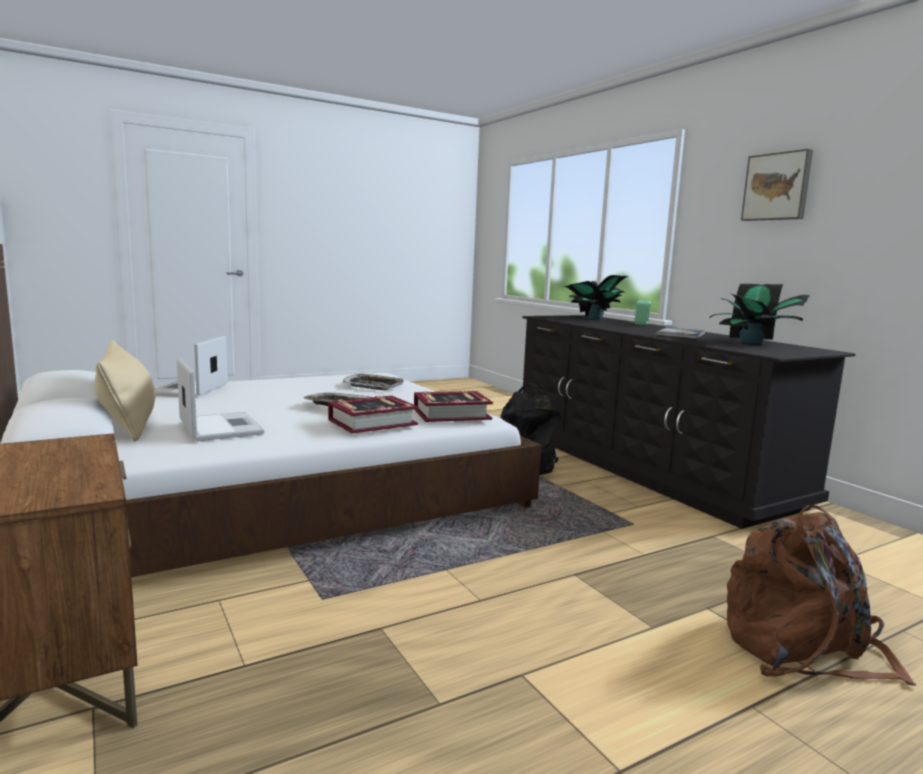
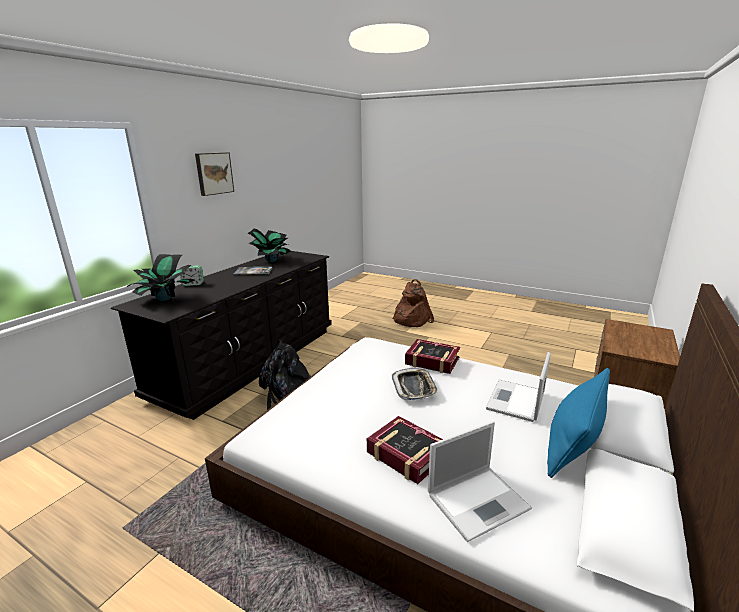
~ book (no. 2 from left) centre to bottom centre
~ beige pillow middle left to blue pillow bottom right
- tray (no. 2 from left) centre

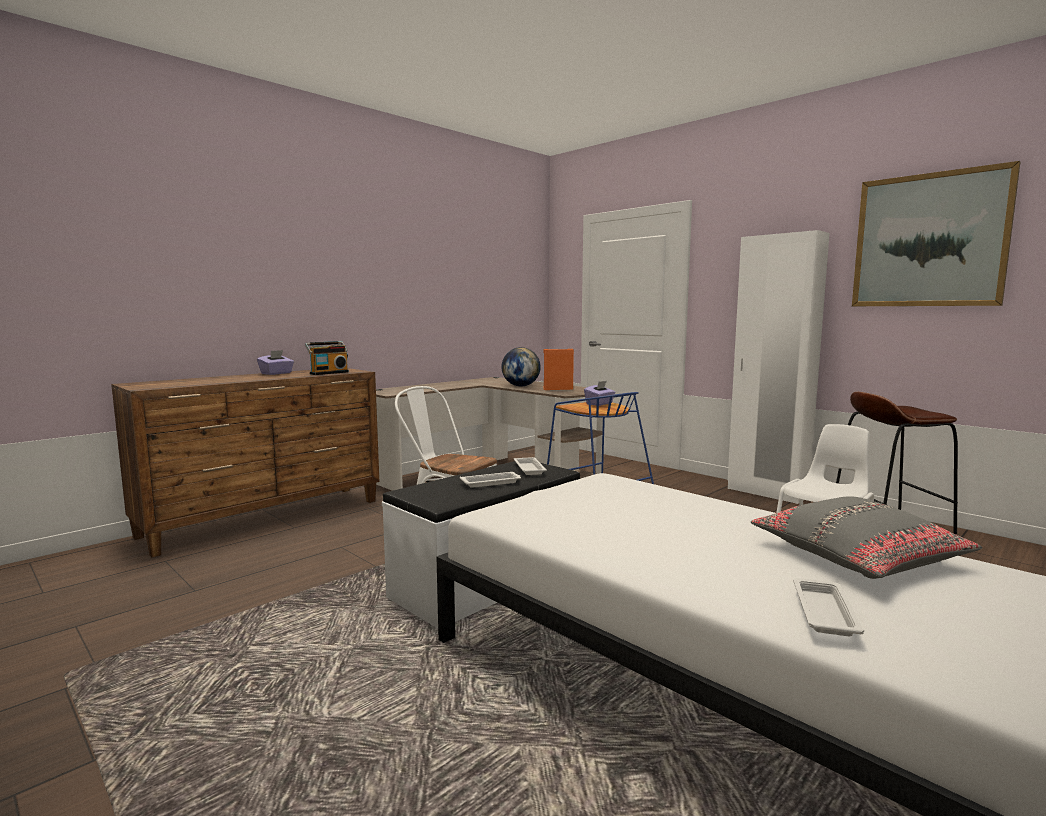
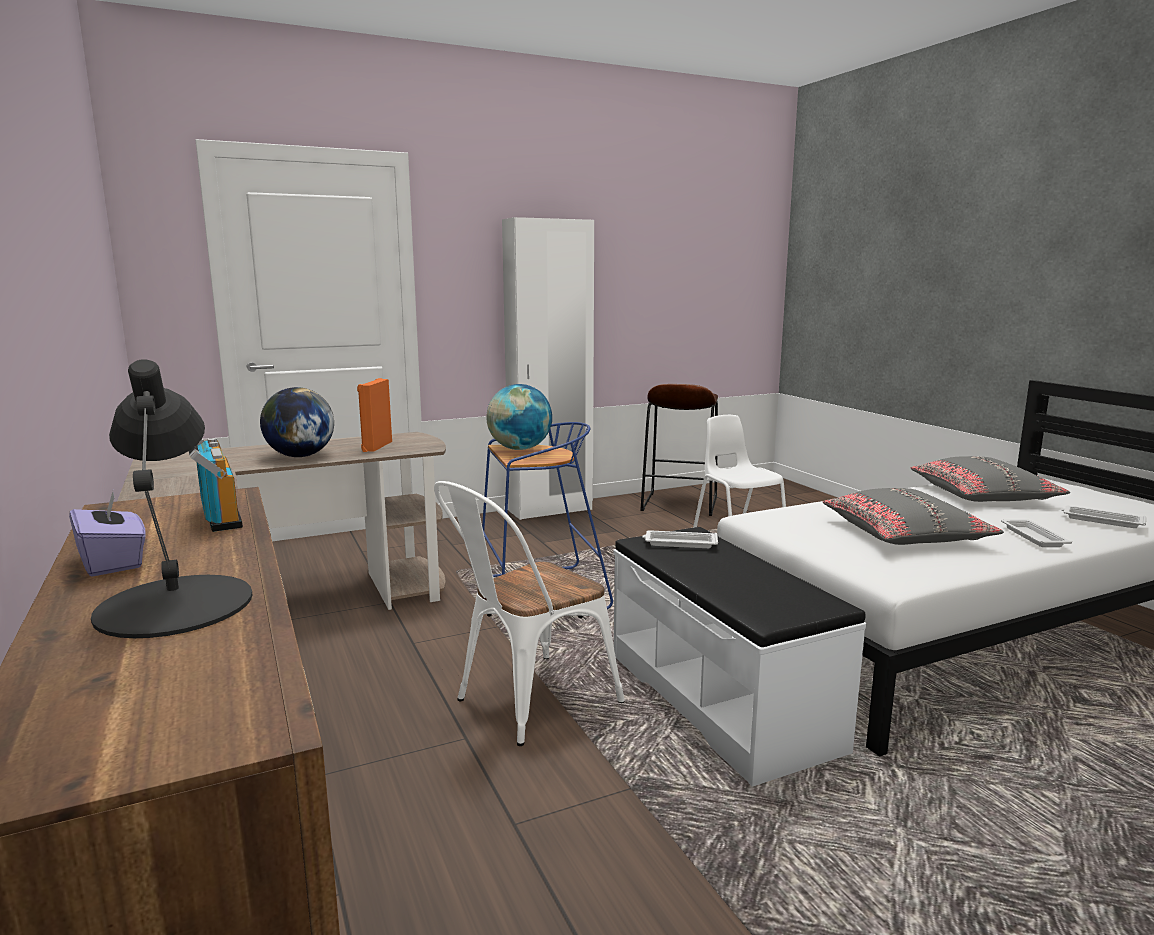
+ black table lamp middle left
~ purple tissue box (no. 2 from left) centre to globe (no. 2 from left) centre
+ grey pillow (no. 1 from left) middle right
~ white tray (no. 1 from left in the first image) centre to white tray (no. 2 from left) middle right
- picture top right

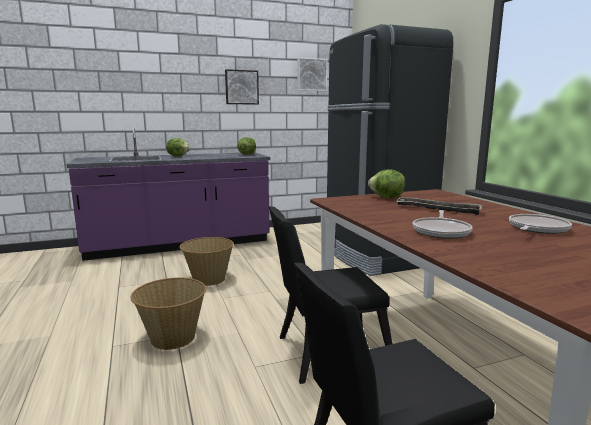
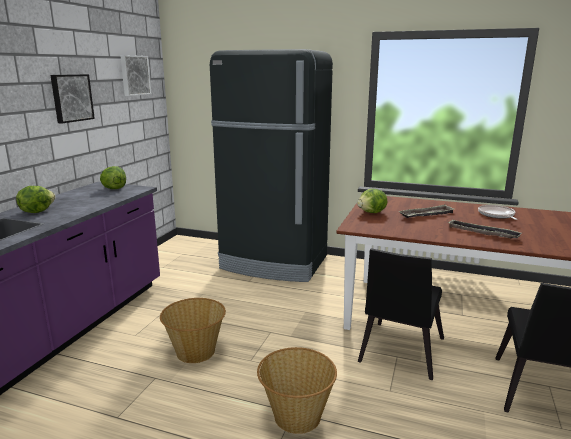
~ frying pan (no. 1 from left) middle right to tray (no. 2 from left) middle right

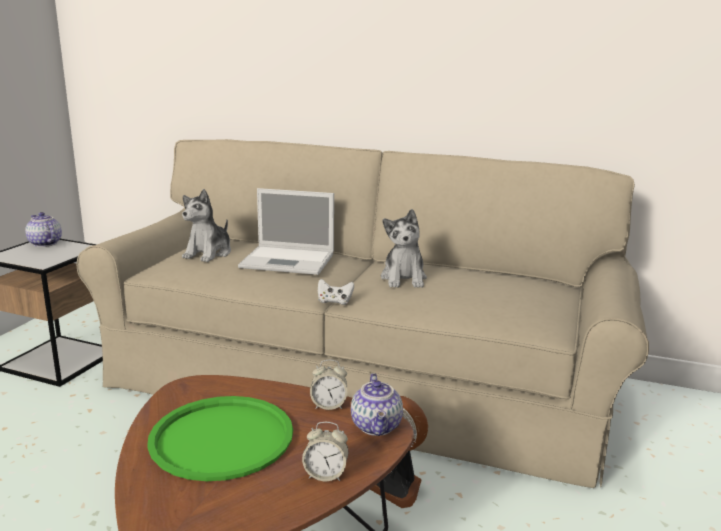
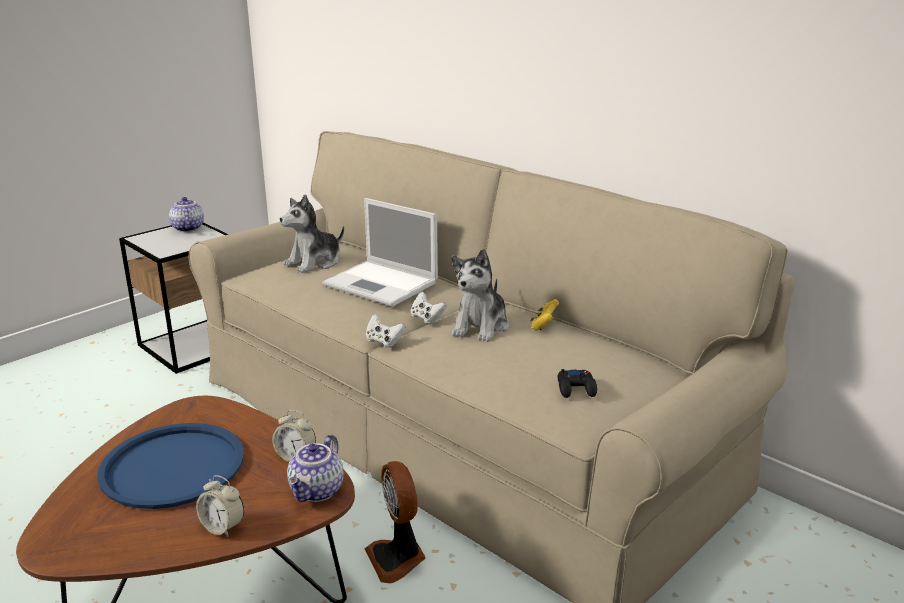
~ green tray bottom left to blue tray bottom left
+ white game controller (no. 2 from left) centre
+ yellow game controller centre
+ black game controller centre

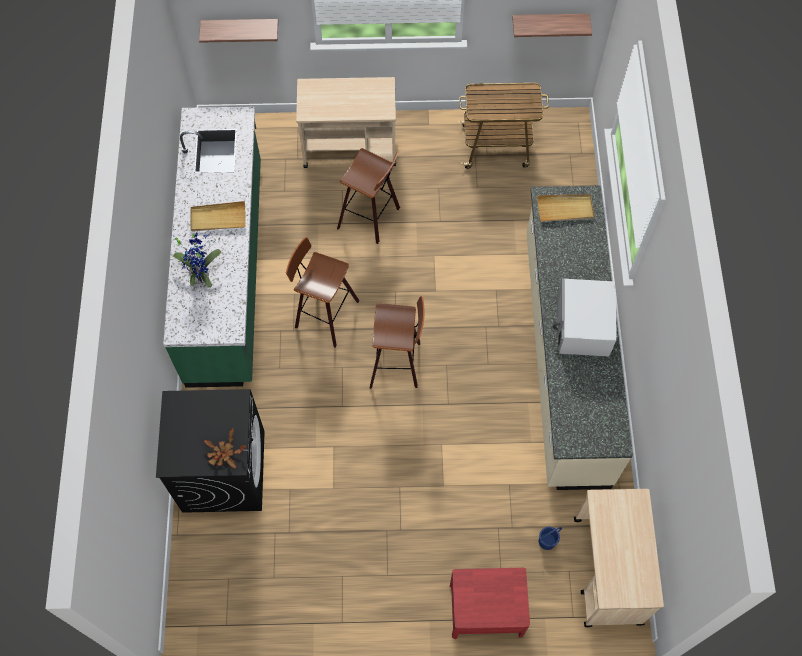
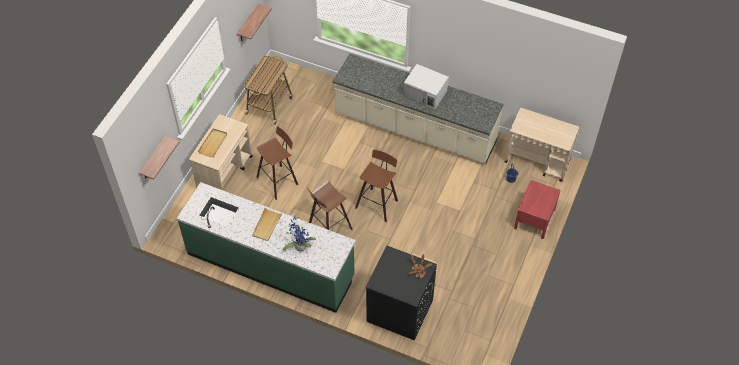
~ beige tray (no. 2 from left in the first image) top right to beige tray (no. 1 from left) middle left

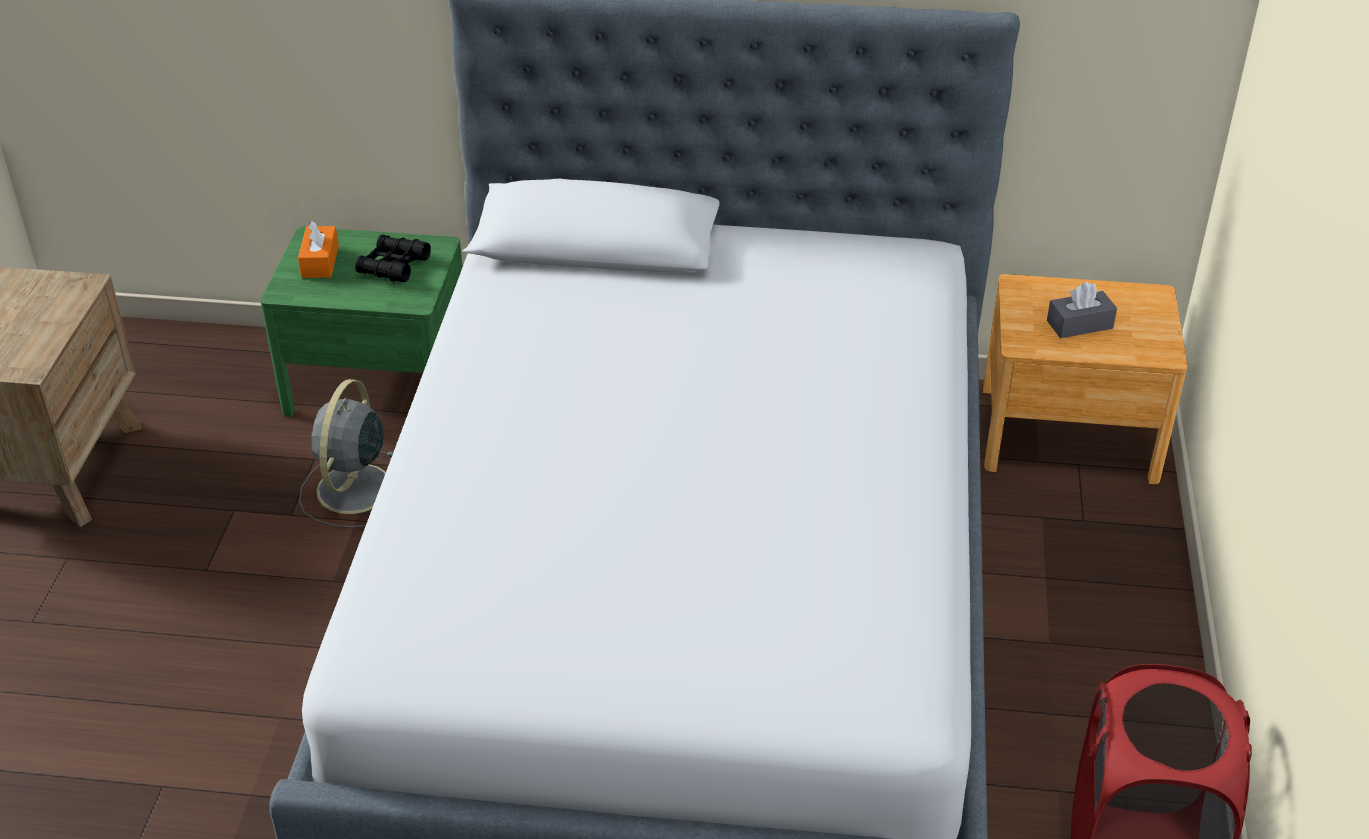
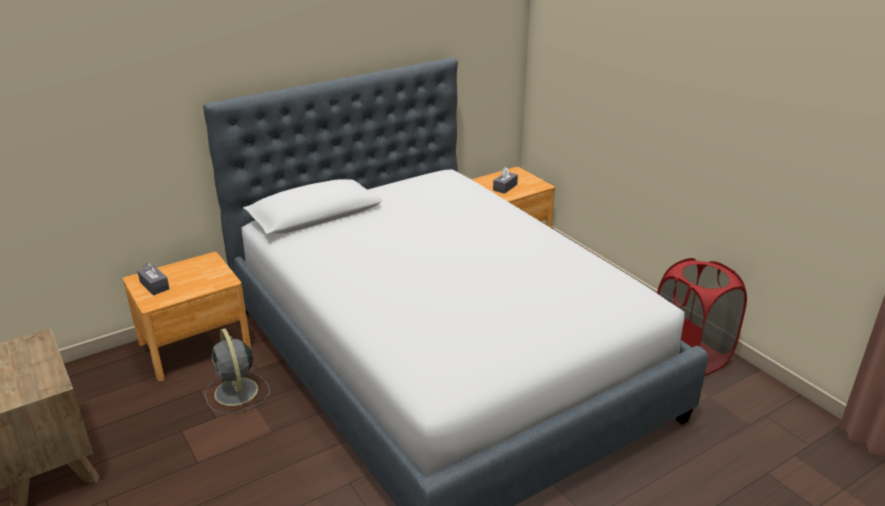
~ green nightstand middle left to brown nightstand (no. 2 from left) middle left
~ orange tissue box top left to grey tissue box (no. 1 from left) middle left
- black binoculars top left

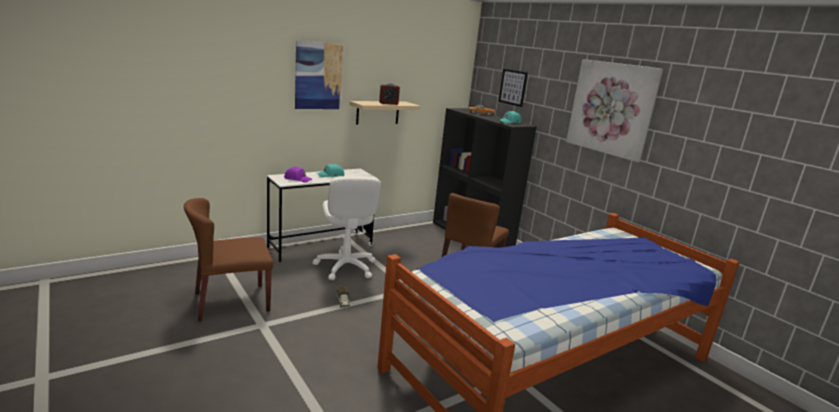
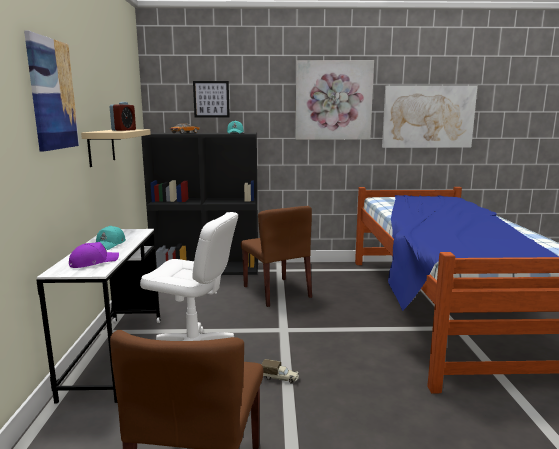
+ picture (no. 4 from left) top right

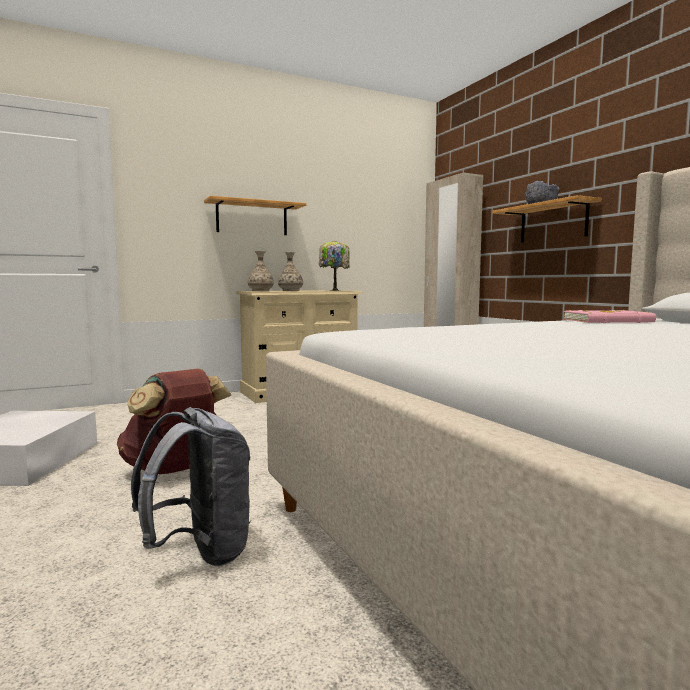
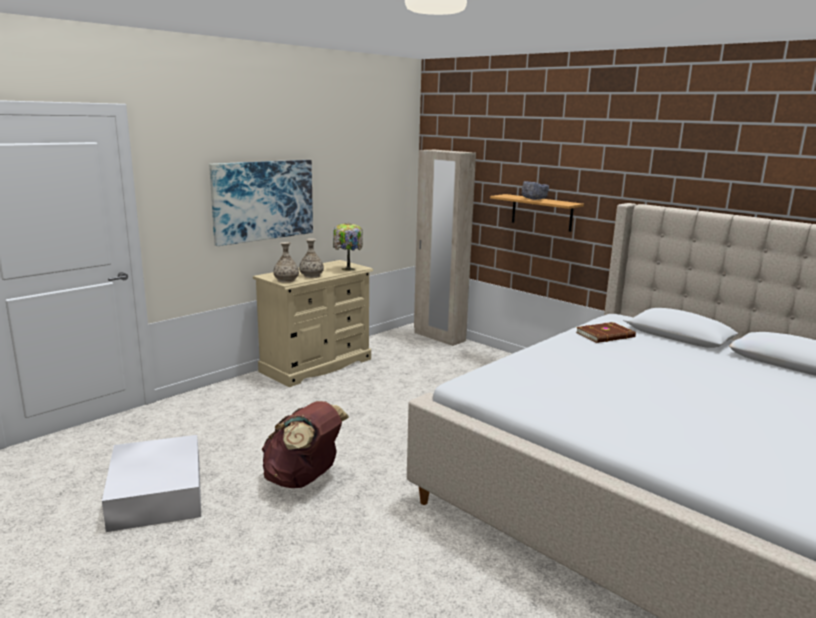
~ shelf (no. 1 from left) top centre to picture top left
~ pink book middle right to brown book middle right
- grey backpack bottom left

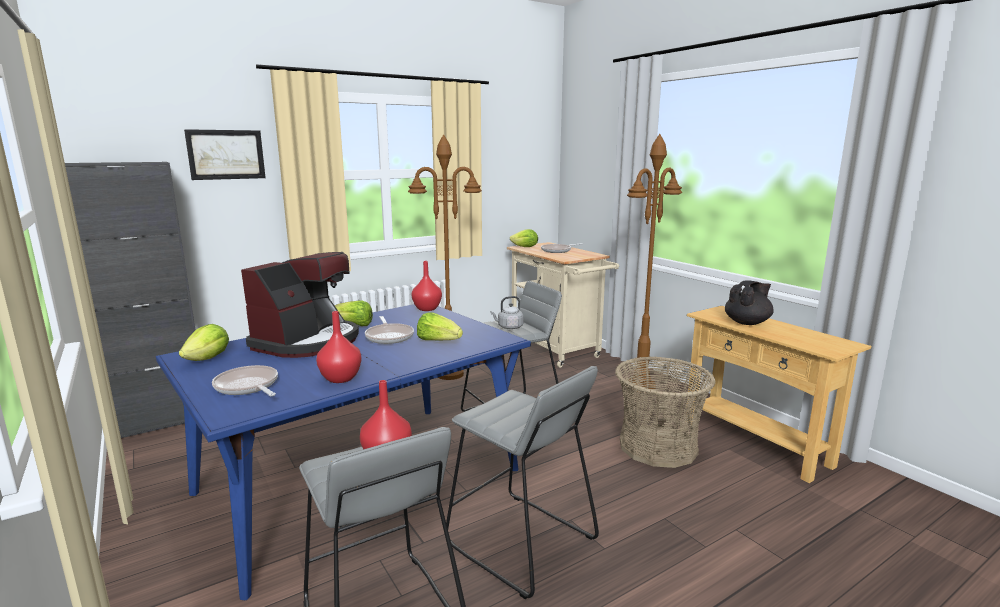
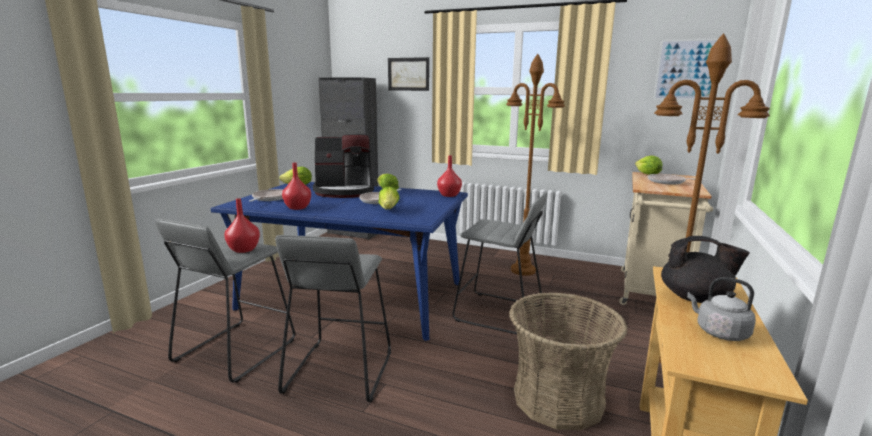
+ picture (no. 2 from left) top right
~ grey kettle centre to bottom right

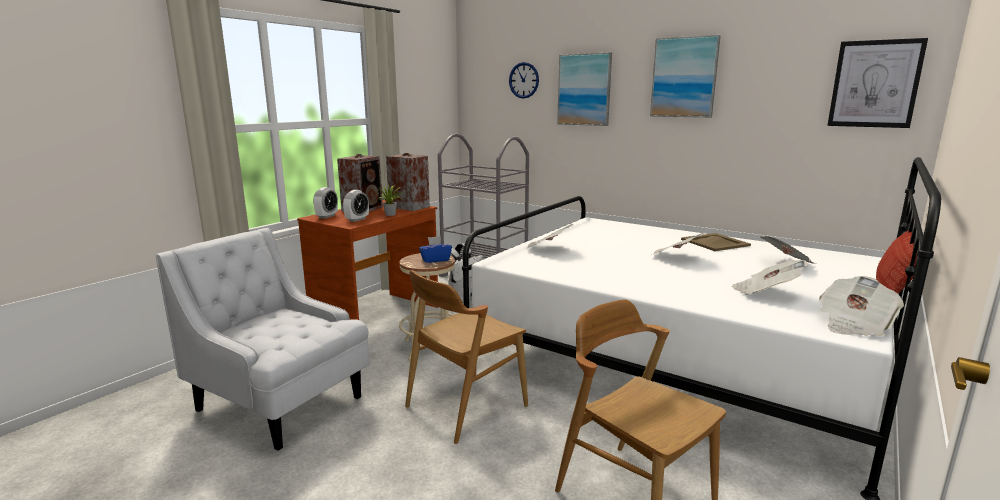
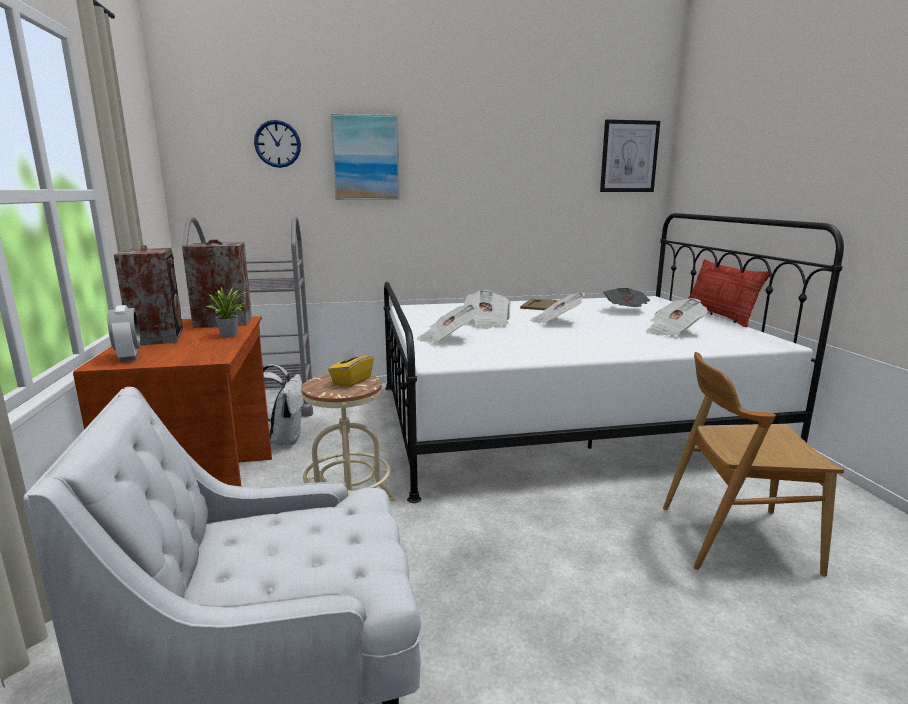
~ blue tissue box centre to yellow tissue box centre
~ newspaper (no. 5 from left in the first image) middle right to newspaper (no. 2 from left) centre
- alarm clock (no. 2 from left) centre
- brown chair (no. 1 from left) bottom centre
- picture (no. 2 from left) top right

